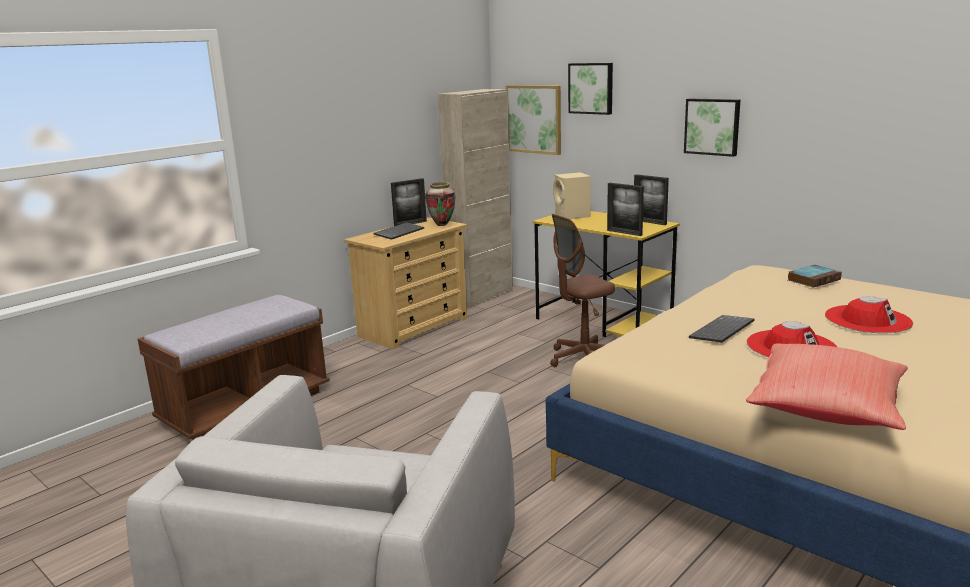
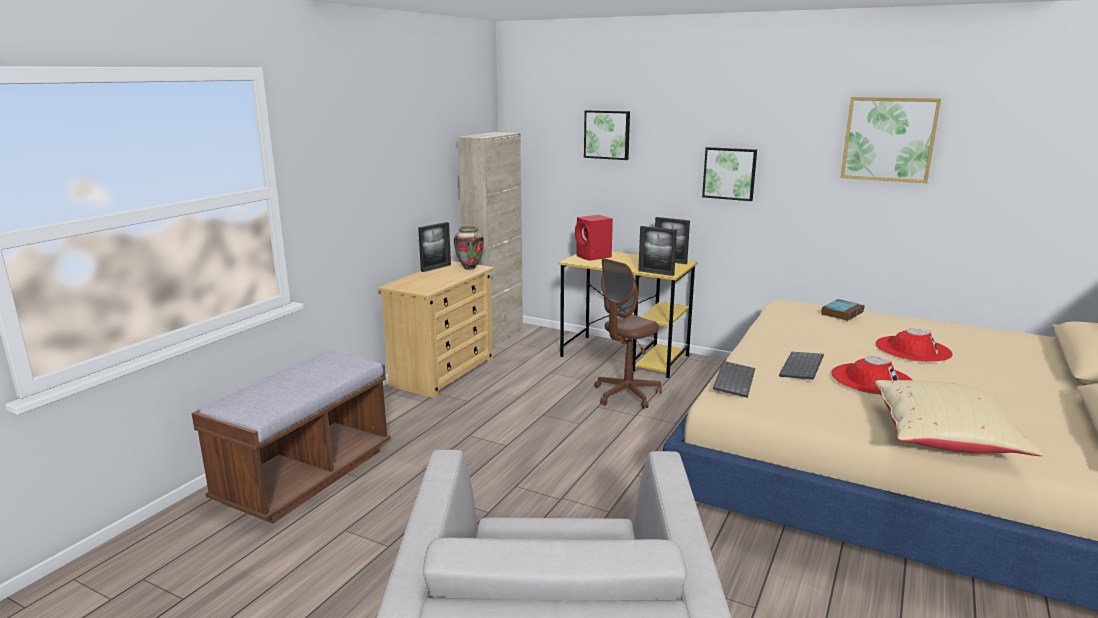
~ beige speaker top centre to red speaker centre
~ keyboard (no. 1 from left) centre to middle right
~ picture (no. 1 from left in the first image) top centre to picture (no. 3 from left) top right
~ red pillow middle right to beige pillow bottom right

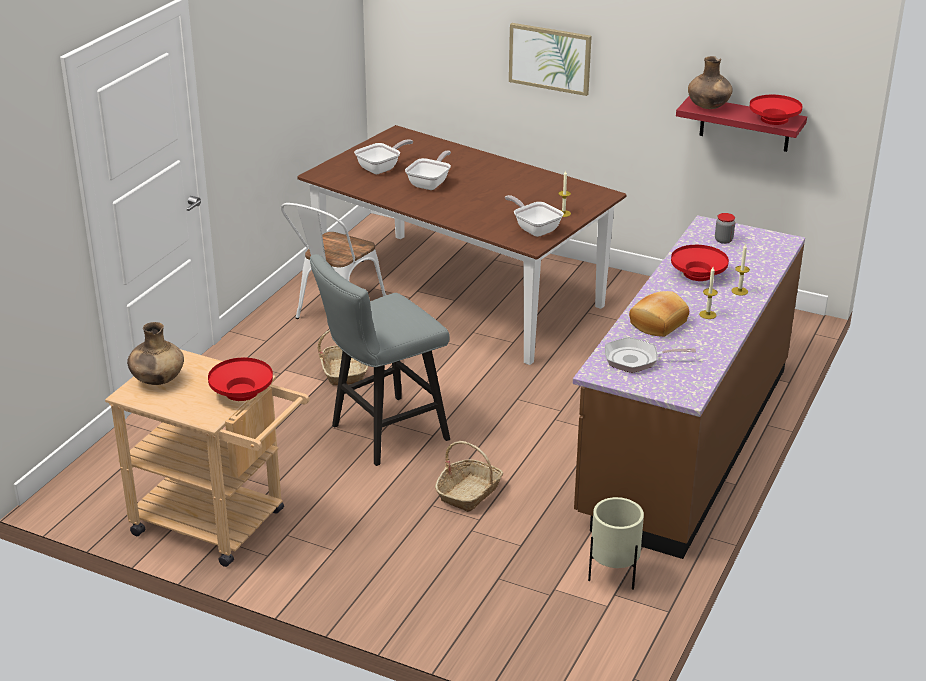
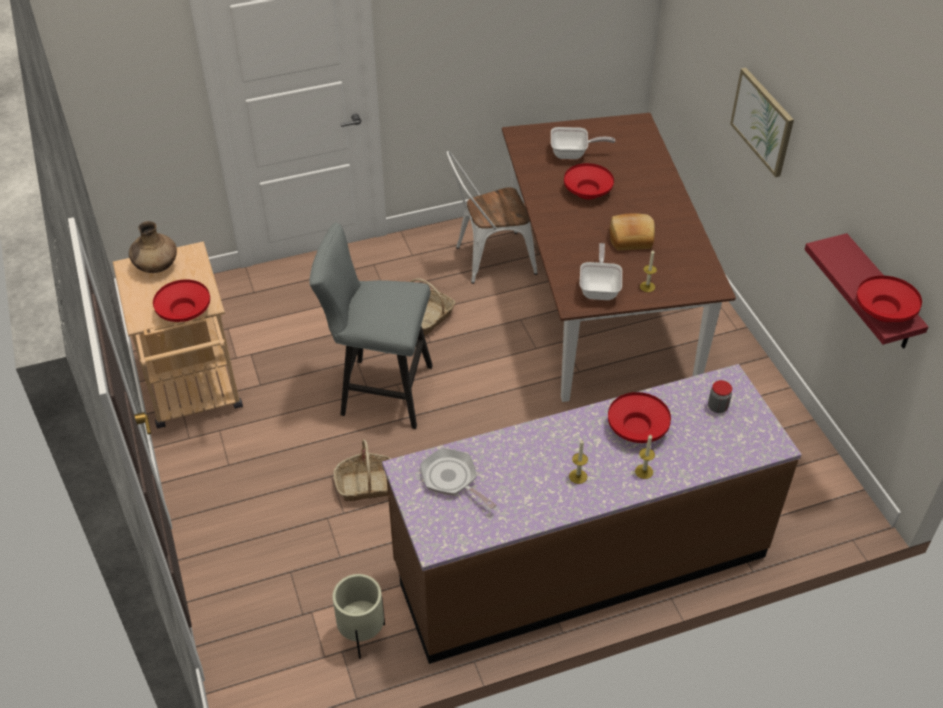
~ frying pan (no. 2 from left) top centre to red bowl (no. 2 from left) top centre
~ bread middle right to top right
- brown vase (no. 2 from left) top right

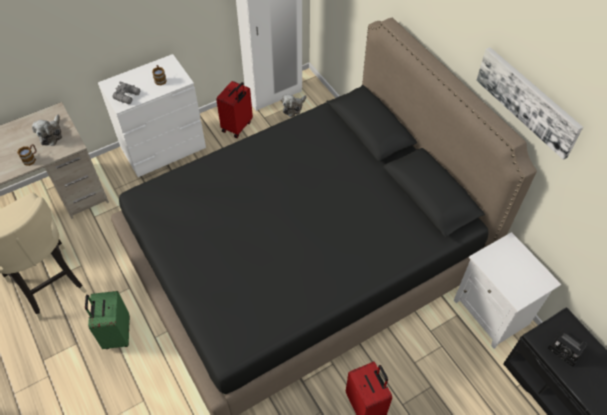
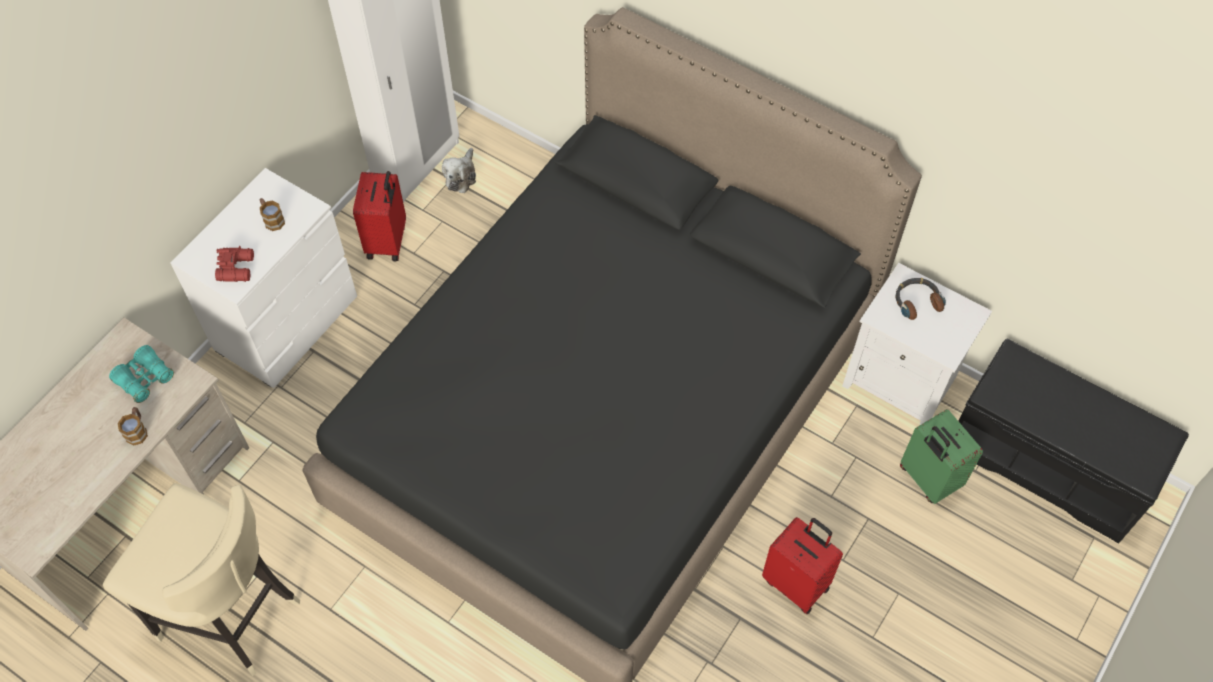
~ plush toy (no. 1 from left) top left to turquoise binoculars middle left
~ grey binoculars top left to red binoculars middle left
+ headphones middle right
~ green suitcase bottom left to bottom right
- picture top right
- photo camera bottom right

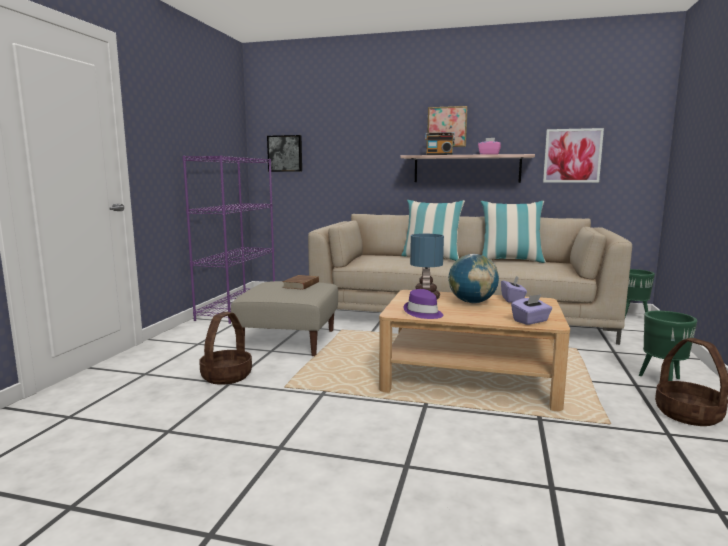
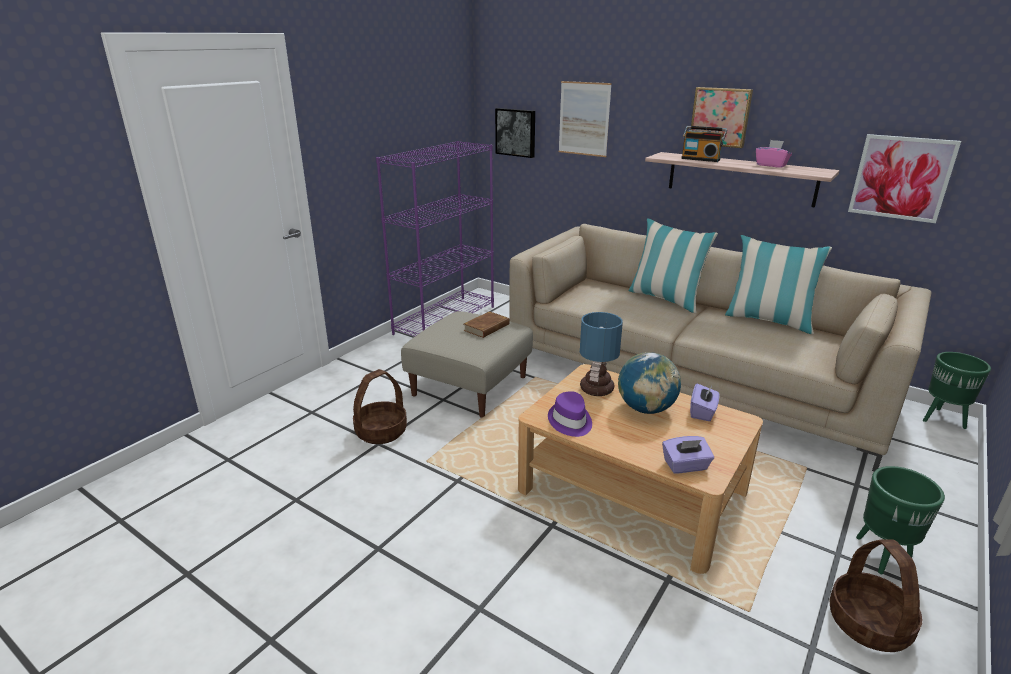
+ picture (no. 2 from left) top centre

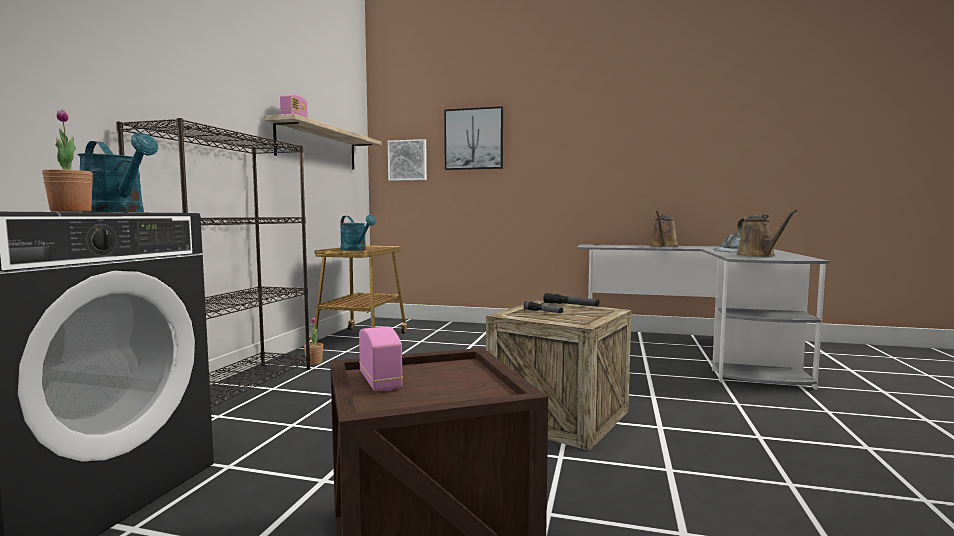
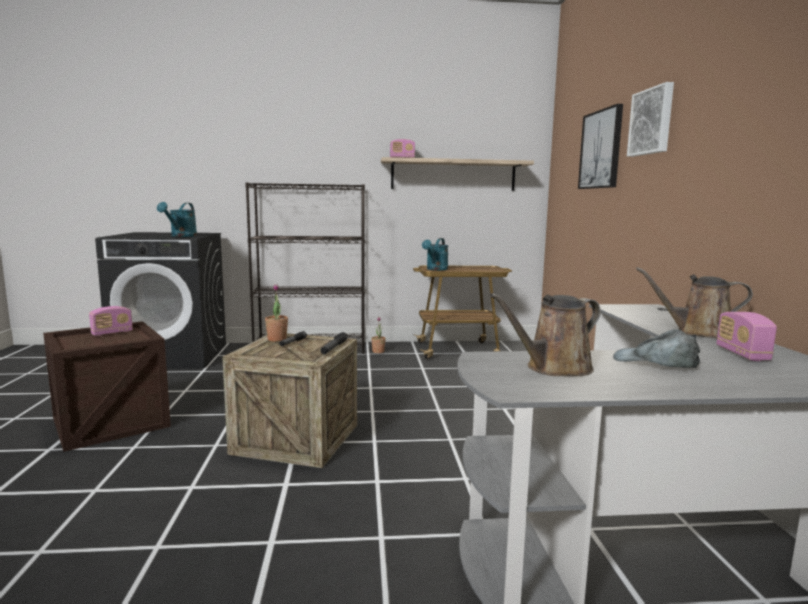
~ potted plant (no. 1 from left) top left to centre
~ picture (no. 1 from left in the first image) top centre to picture (no. 2 from left) top right
+ radio (no. 3 from left) middle right

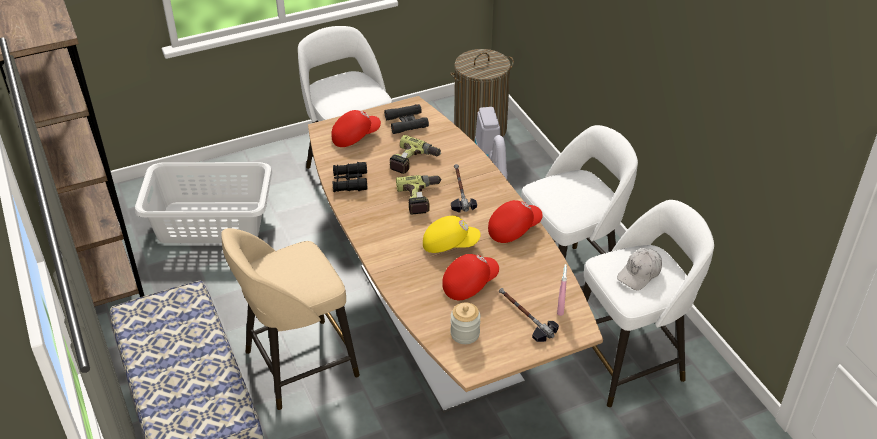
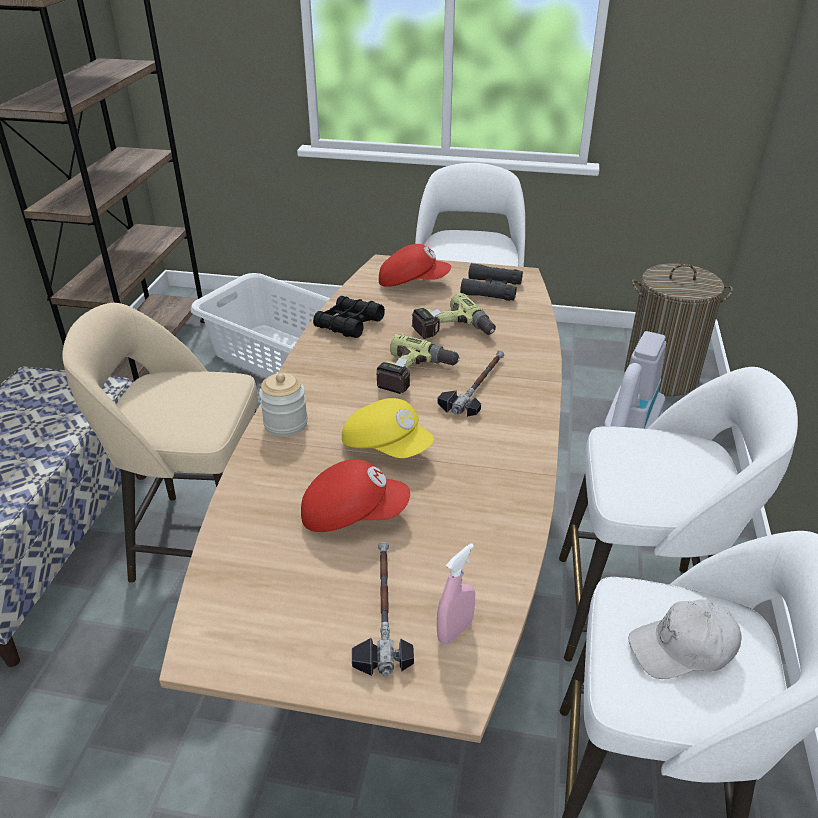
~ jar bottom centre to centre
- red cap (no. 3 from left) centre

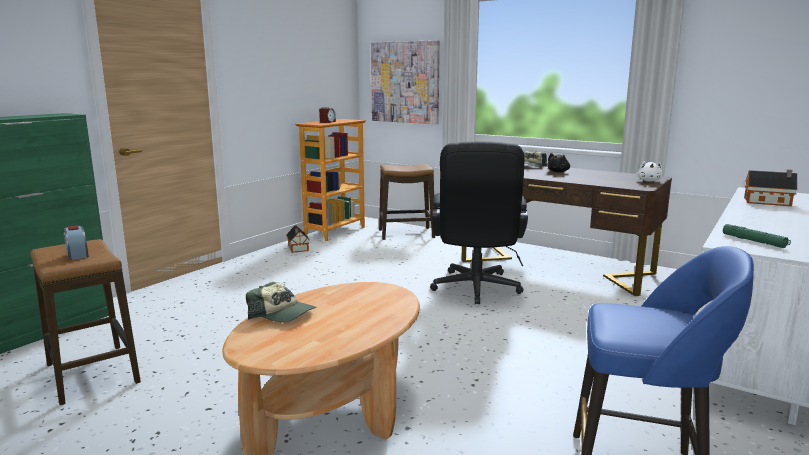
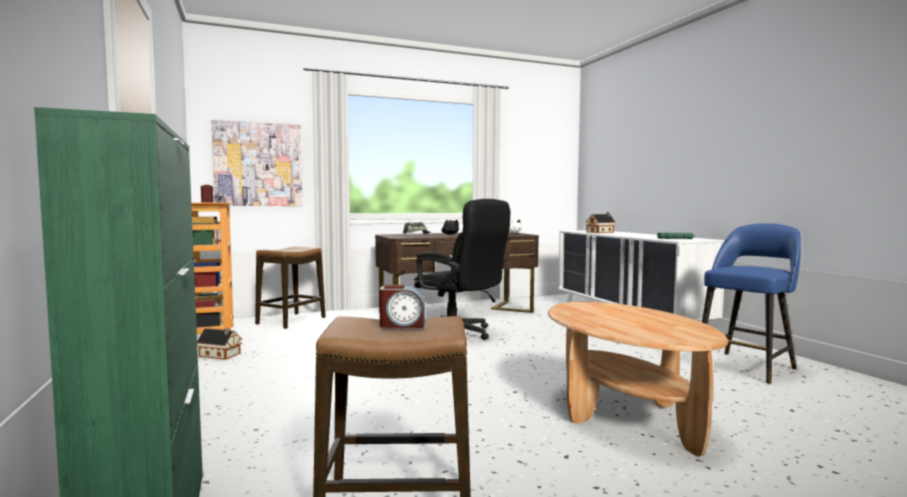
- cap (no. 1 from left) centre

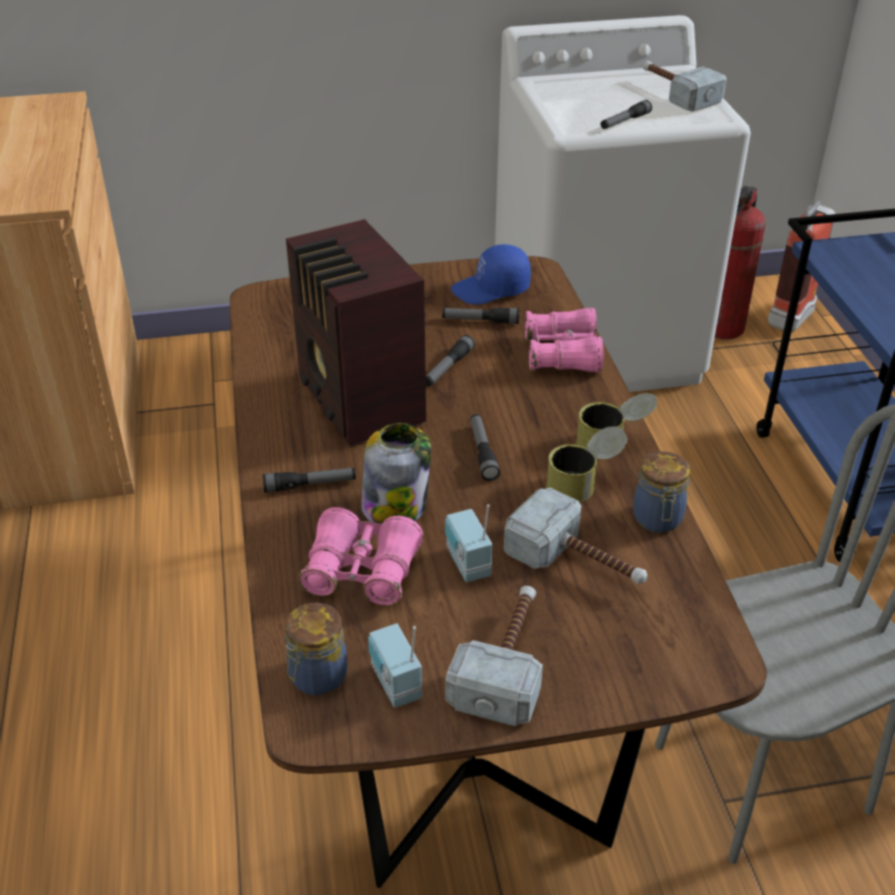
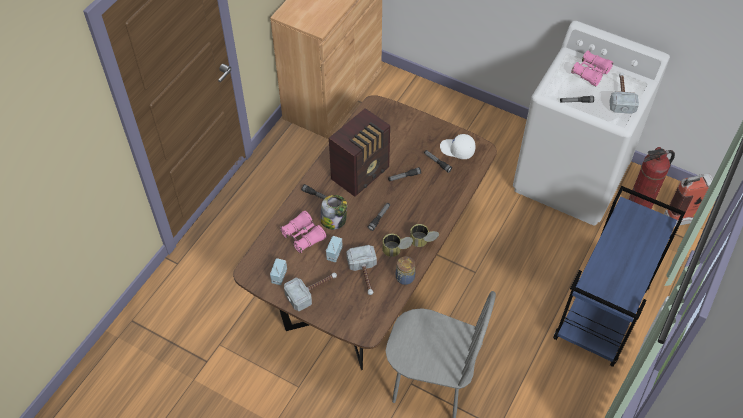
~ radio (no. 1 from left in the first image) centre = centre 150 degrees counterclockwise
~ blue cap top centre to white cap centre
~ pink binoculars (no. 2 from left) centre to top right
- jar (no. 1 from left) bottom centre

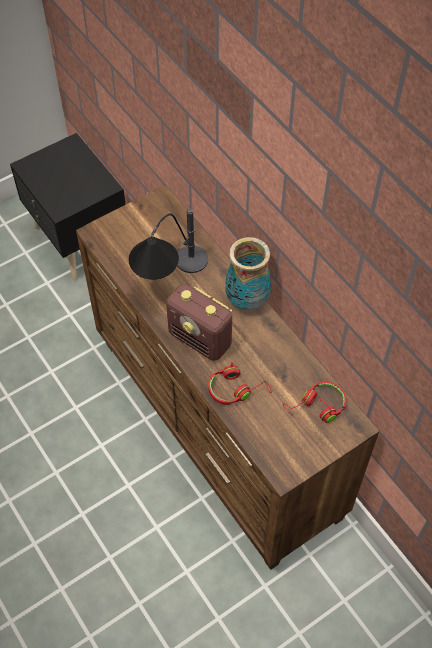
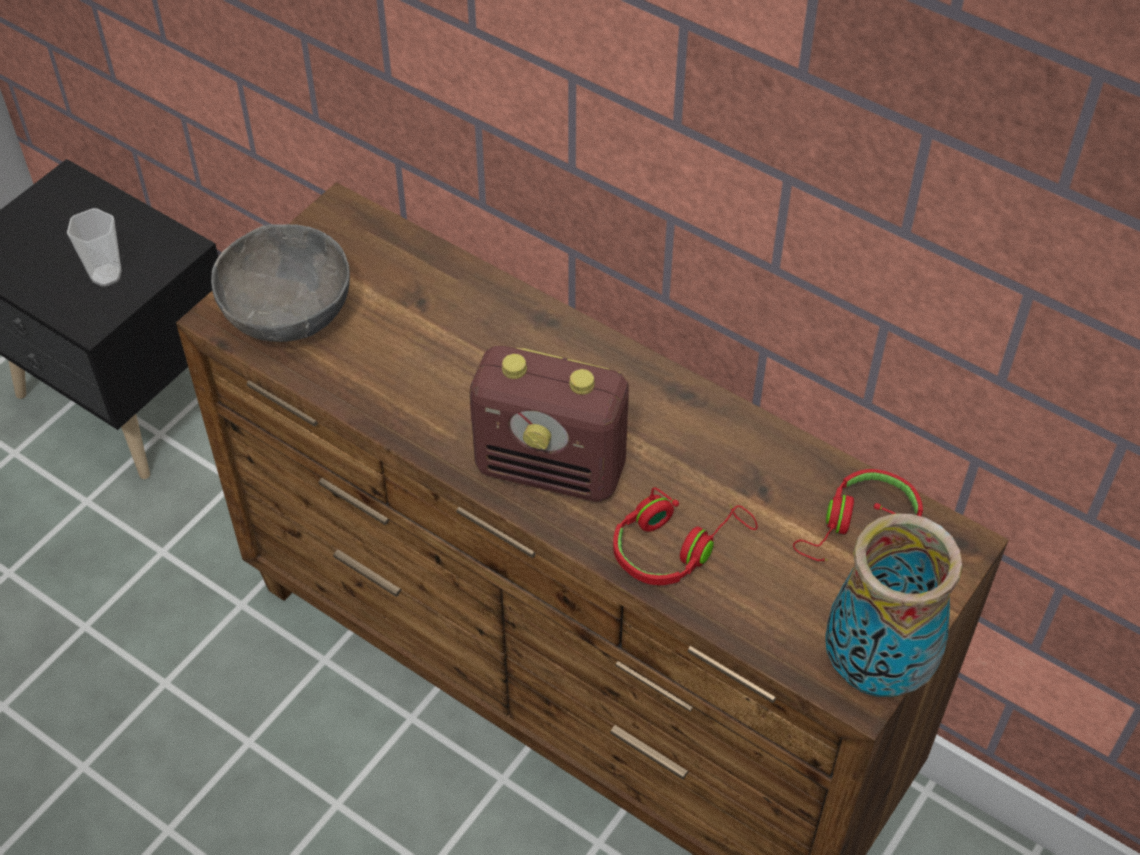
+ cup top left
+ grey bowl top left
~ vase centre to bottom right
- table lamp centre

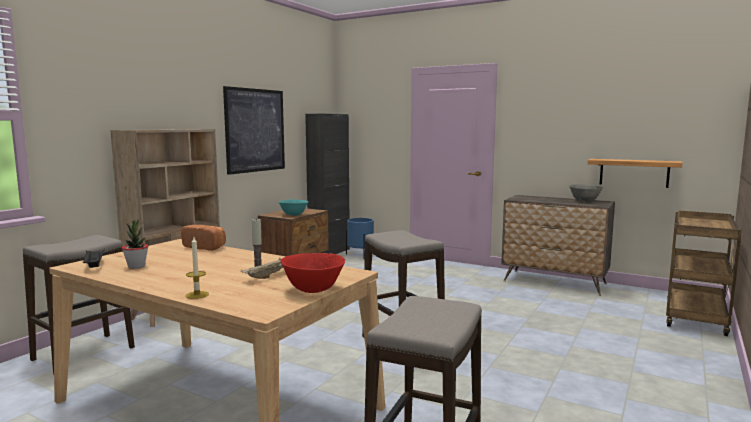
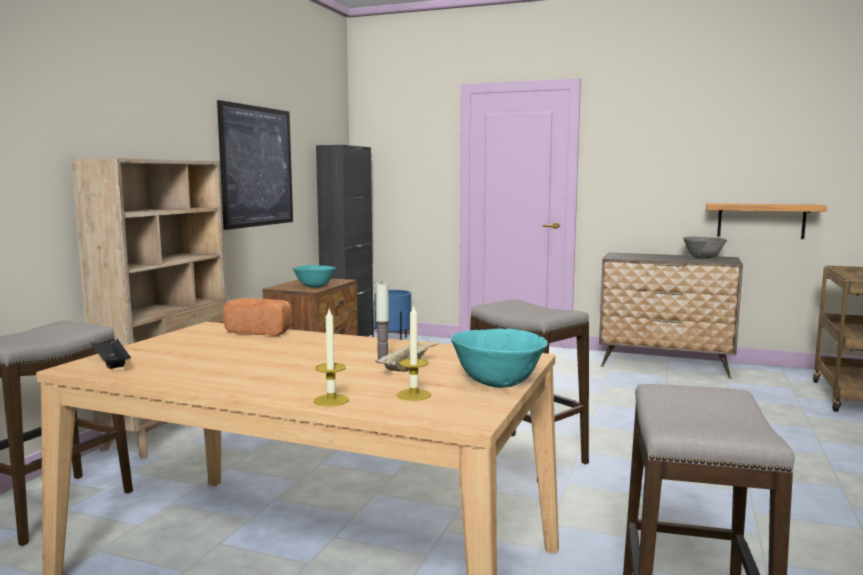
+ candle (no. 3 from left) centre
~ red bowl centre to turquoise bowl (no. 2 from left) centre
- potted plant middle left

